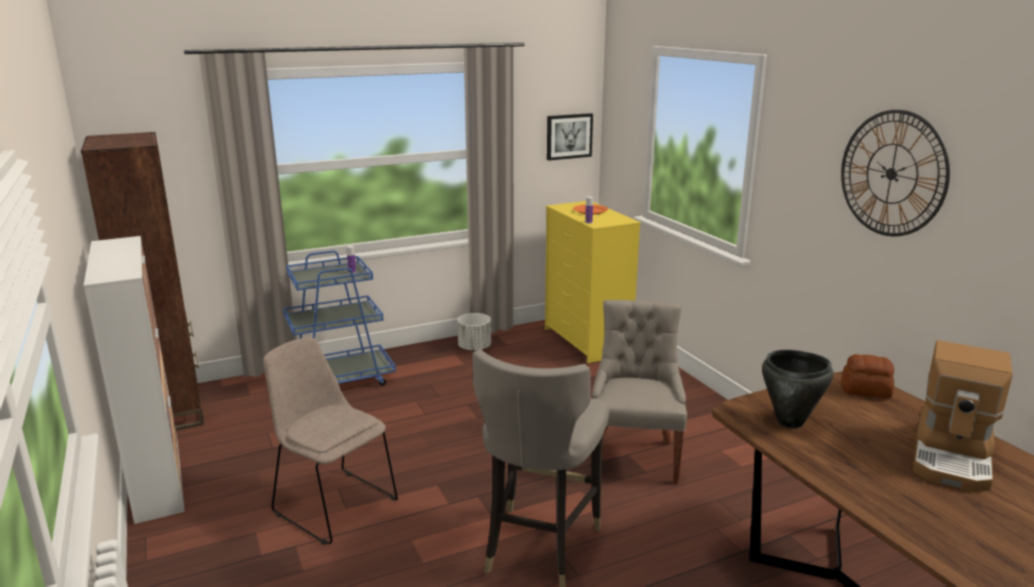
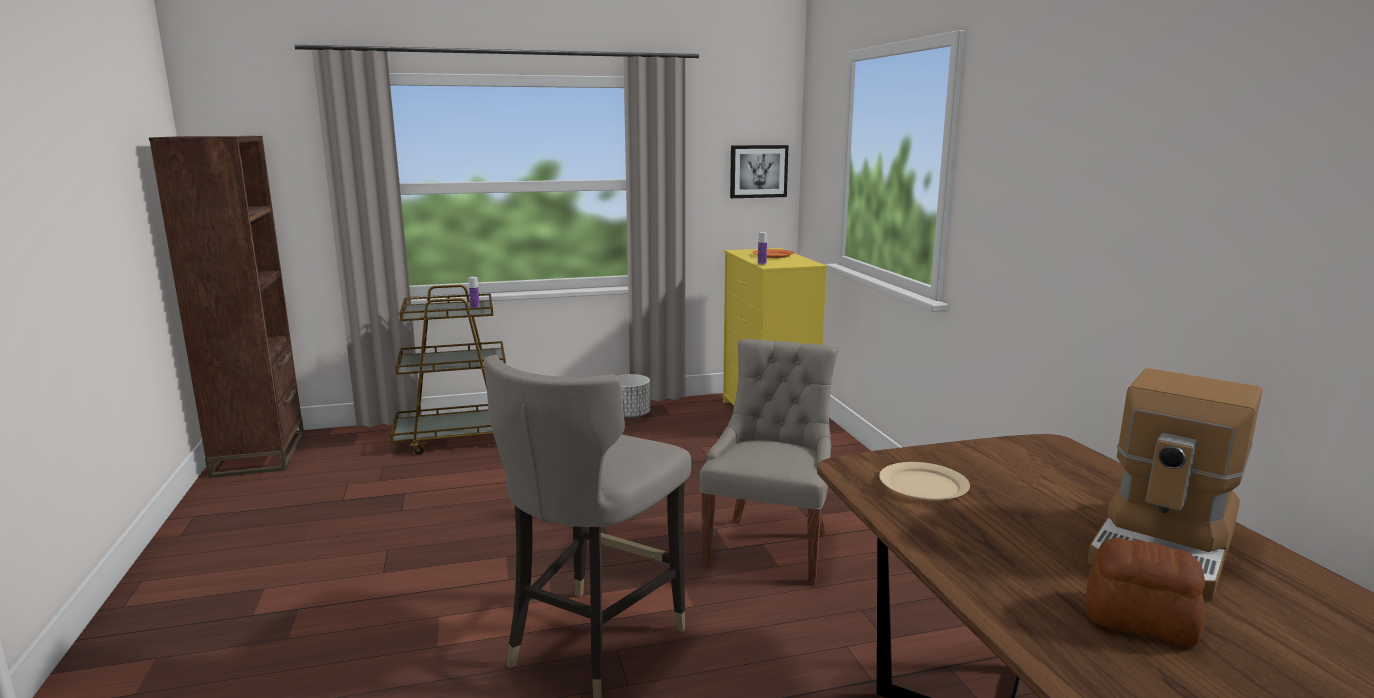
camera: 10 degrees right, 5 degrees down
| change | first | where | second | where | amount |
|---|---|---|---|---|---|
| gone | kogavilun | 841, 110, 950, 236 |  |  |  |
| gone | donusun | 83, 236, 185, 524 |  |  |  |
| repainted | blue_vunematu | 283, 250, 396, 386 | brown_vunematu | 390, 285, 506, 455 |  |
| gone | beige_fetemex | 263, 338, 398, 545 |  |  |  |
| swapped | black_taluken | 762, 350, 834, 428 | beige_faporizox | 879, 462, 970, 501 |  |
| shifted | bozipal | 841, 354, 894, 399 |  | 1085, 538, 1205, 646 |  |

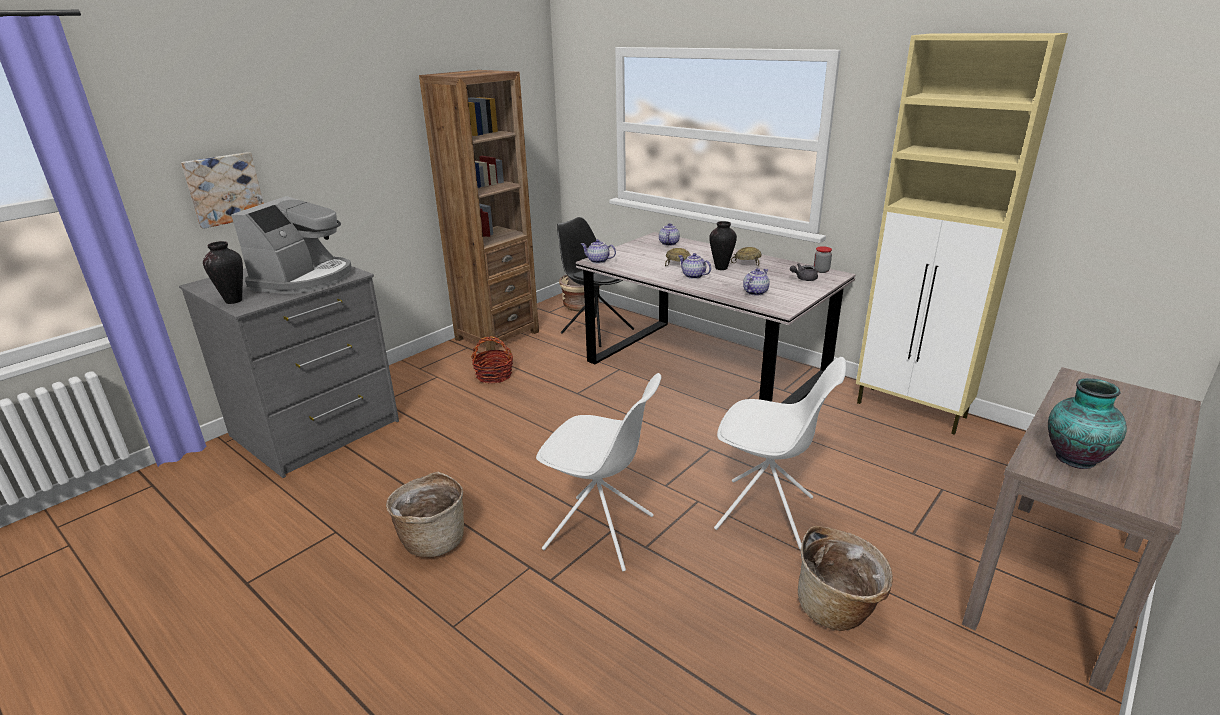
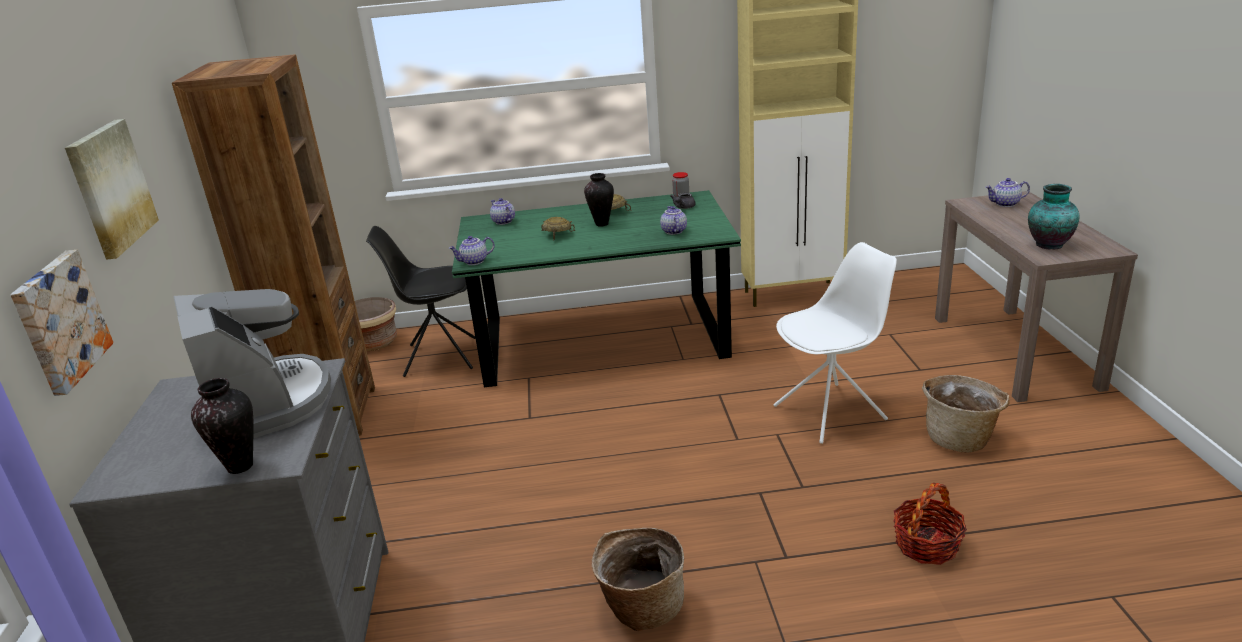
camera: 45 degrees left, 0 degrees up
| change | first | where | second | where | amount |
|---|---|---|---|---|---|
| repainted | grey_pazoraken | 576, 232, 856, 404 | green_pazoraken | 452, 190, 741, 387 |  |
| shifted | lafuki | 678, 253, 711, 279 |  | 985, 178, 1030, 207 |  |
| shifted | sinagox | 471, 336, 513, 384 |  | 893, 483, 967, 565 |  |
| gone | white_fetemex | 536, 373, 661, 571 |  |  |  |
| new |  |  | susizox | 65, 119, 159, 260 |  |

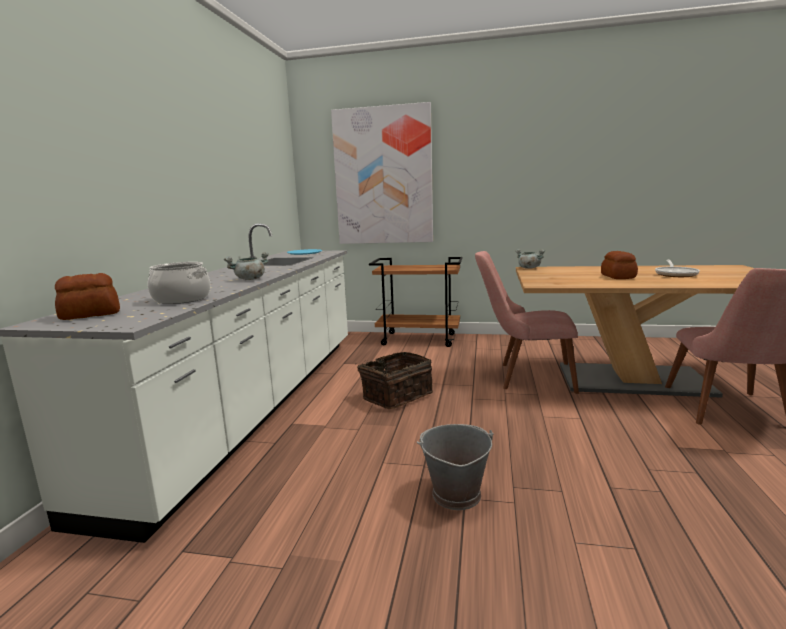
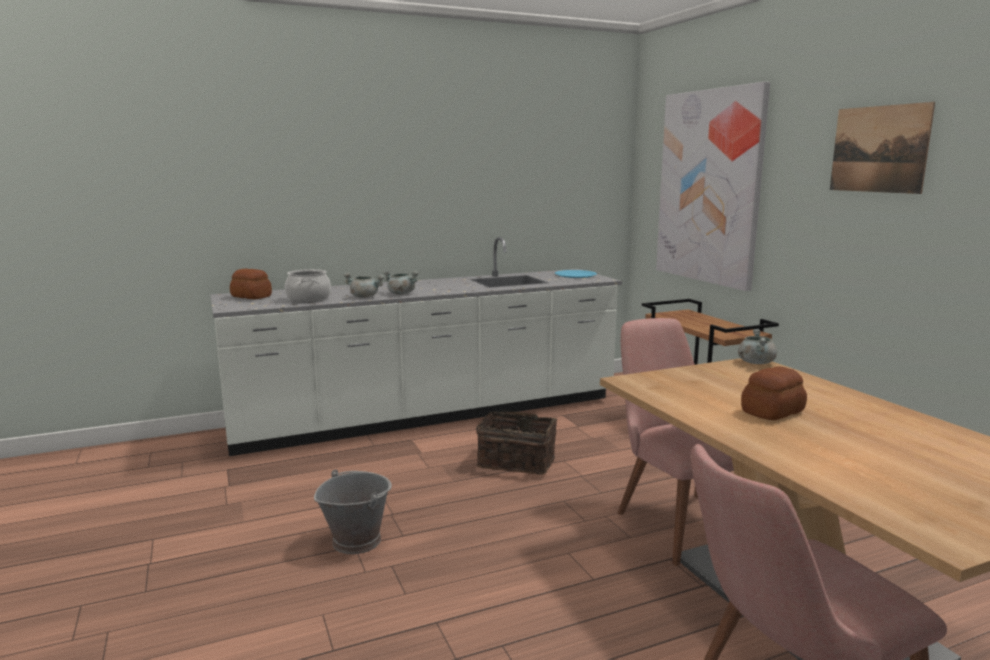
camera: 55 degrees right, 0 degrees up
| change | first | where | second | where | amount |
|---|---|---|---|---|---|
| gone | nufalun | 655, 260, 700, 277 |  |  |  |
| new |  |  | susizox | 830, 102, 935, 194 |  |
| new |  |  | grey_taluken | 343, 272, 385, 298 |  |

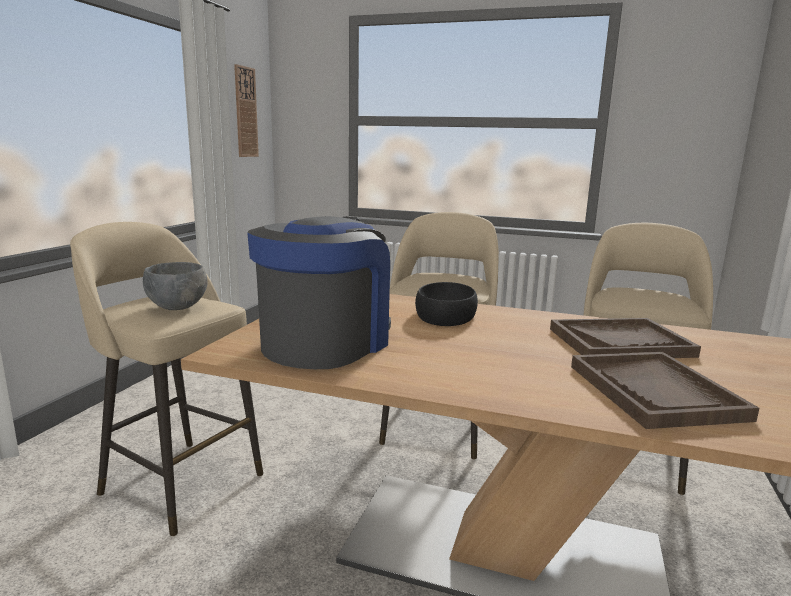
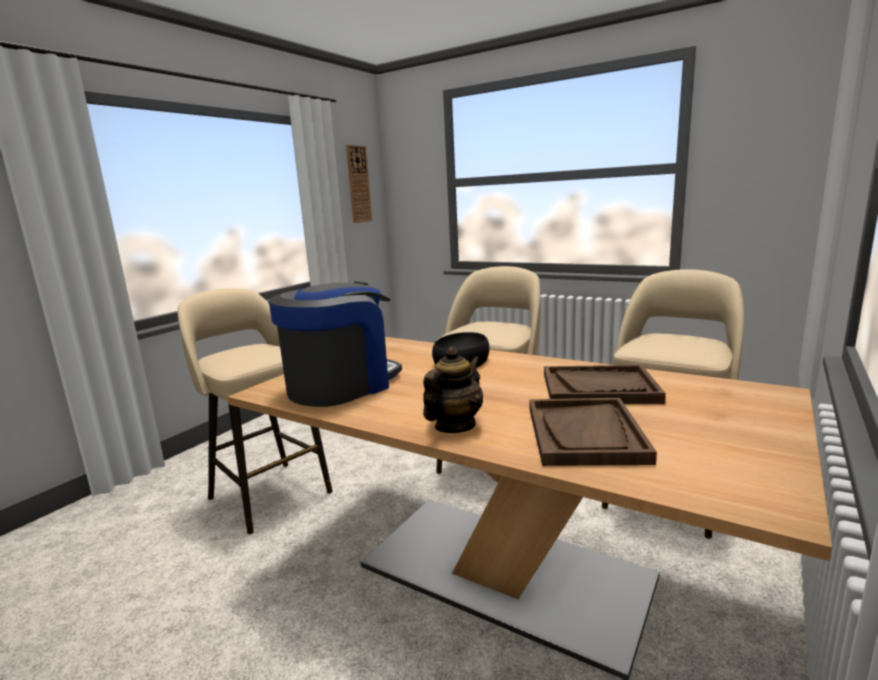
camera: 15 degrees right, 0 degrees up
| change | first | where | second | where | amount |
|---|---|---|---|---|---|
| gone | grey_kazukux | 143, 262, 208, 310 |  |  |  |
| new |  |  | lafuki | 423, 346, 483, 433 |  |

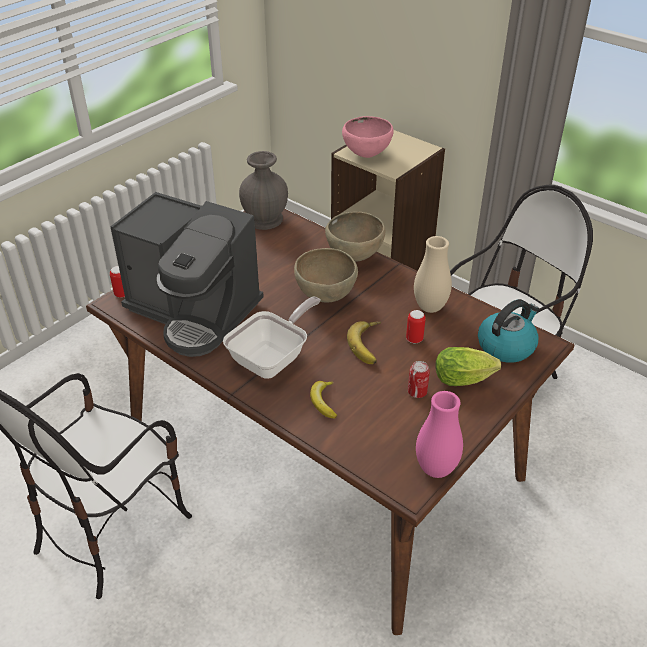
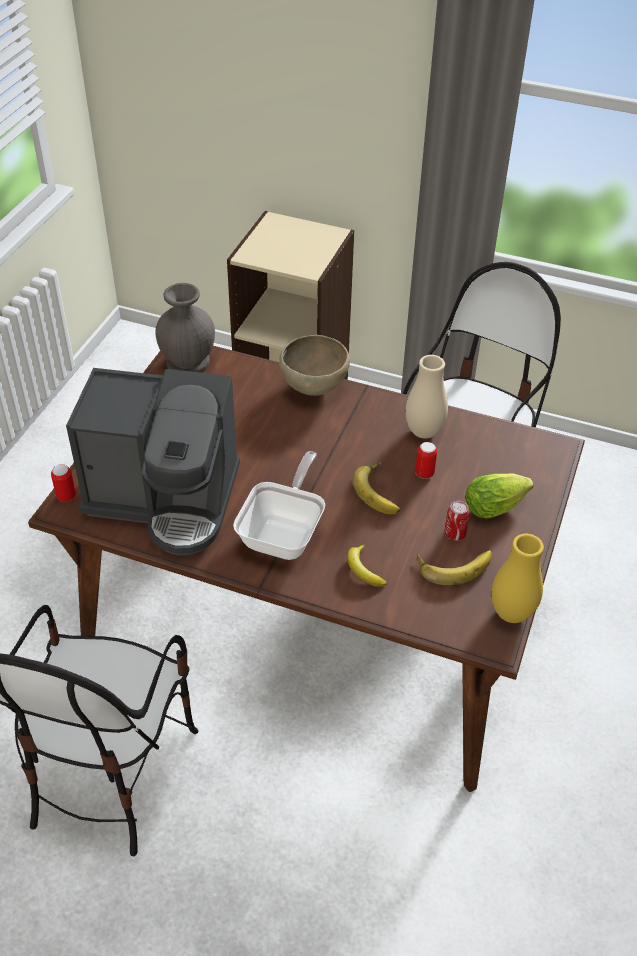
camera: 20 degrees left, 5 degrees up
| change | first | where | second | where | amount |
|---|---|---|---|---|---|
| gone | pink_kazukux | 342, 116, 394, 158 |  |  |  |
| gone | brown_kazukux | 294, 248, 358, 302 |  |  |  |
| gone | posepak | 478, 299, 539, 363 |  |  |  |
| repainted | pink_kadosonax | 416, 391, 463, 478 | yellow_kadosonax | 492, 534, 544, 623 |  |
| new |  |  | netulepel | 417, 550, 492, 585 |  |

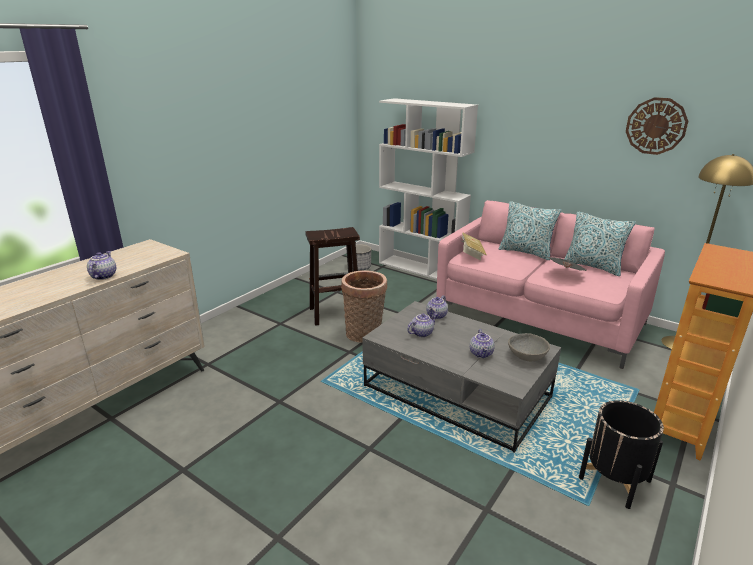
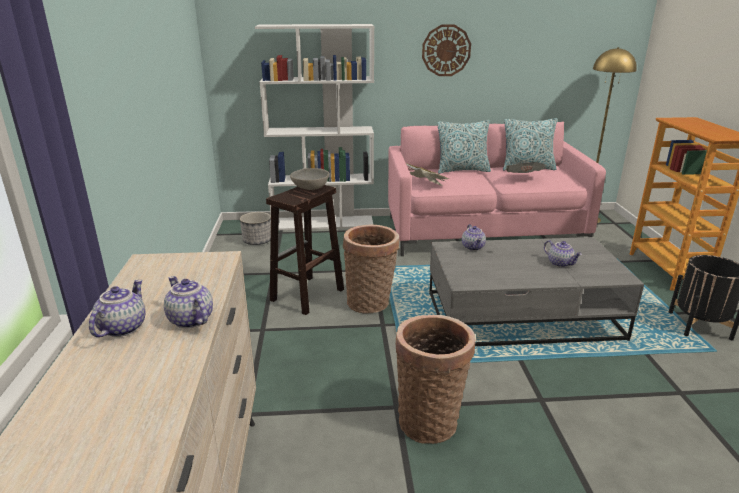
camera: 40 degrees left, 0 degrees up
| change | first | where | second | where | amount |
|---|---|---|---|---|---|
| shifted | kogavilun | 626, 97, 688, 155 |  | 422, 24, 471, 76 |  |
| shifted | lafuki | 407, 313, 437, 337 |  | 89, 280, 145, 337 |  |
| shifted | grey_kazukux | 508, 333, 550, 361 |  | 290, 168, 329, 190 |  |
| new |  |  | sinagox | 395, 315, 475, 444 |  |

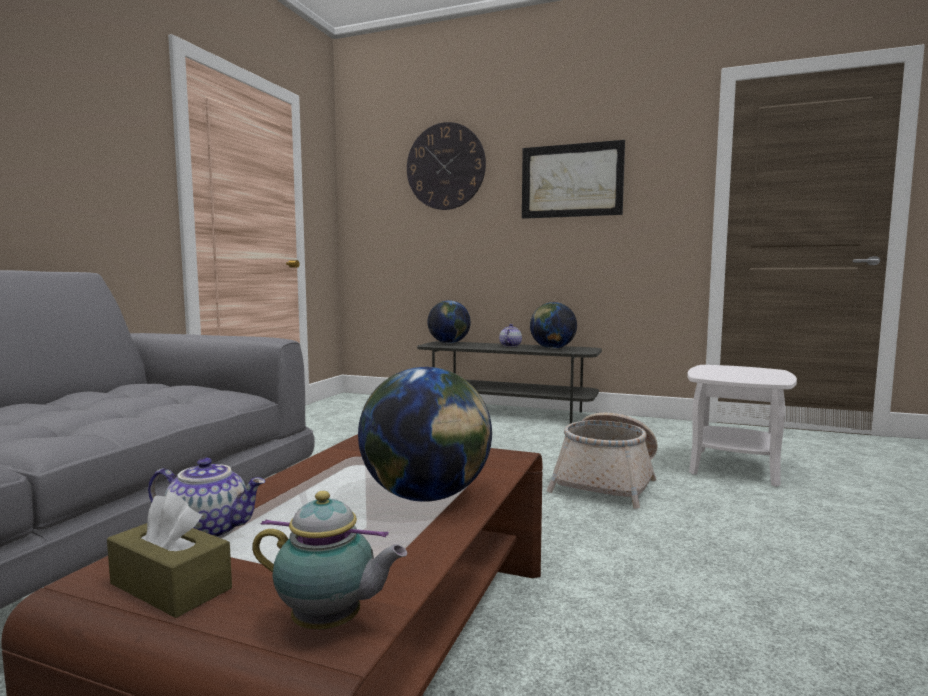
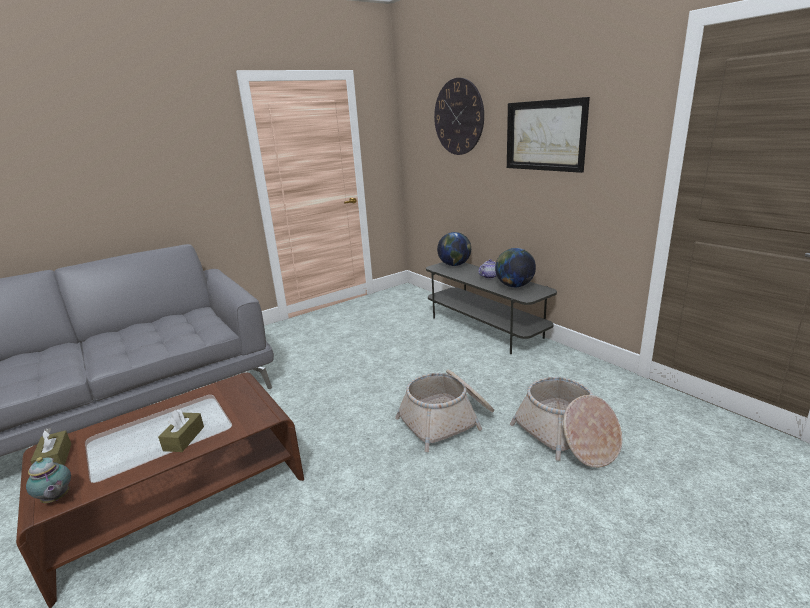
camera: 35 degrees right, 15 degrees up
| change | first | where | second | where | amount |
|---|---|---|---|---|---|
| swapped | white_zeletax | 687, 365, 797, 487 | sinagox | 510, 377, 622, 468 |  |
| swapped | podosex | 358, 367, 492, 502 | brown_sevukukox | 158, 409, 204, 452 |  |
| gone | lafuki | 148, 457, 265, 538 |  |  |  |

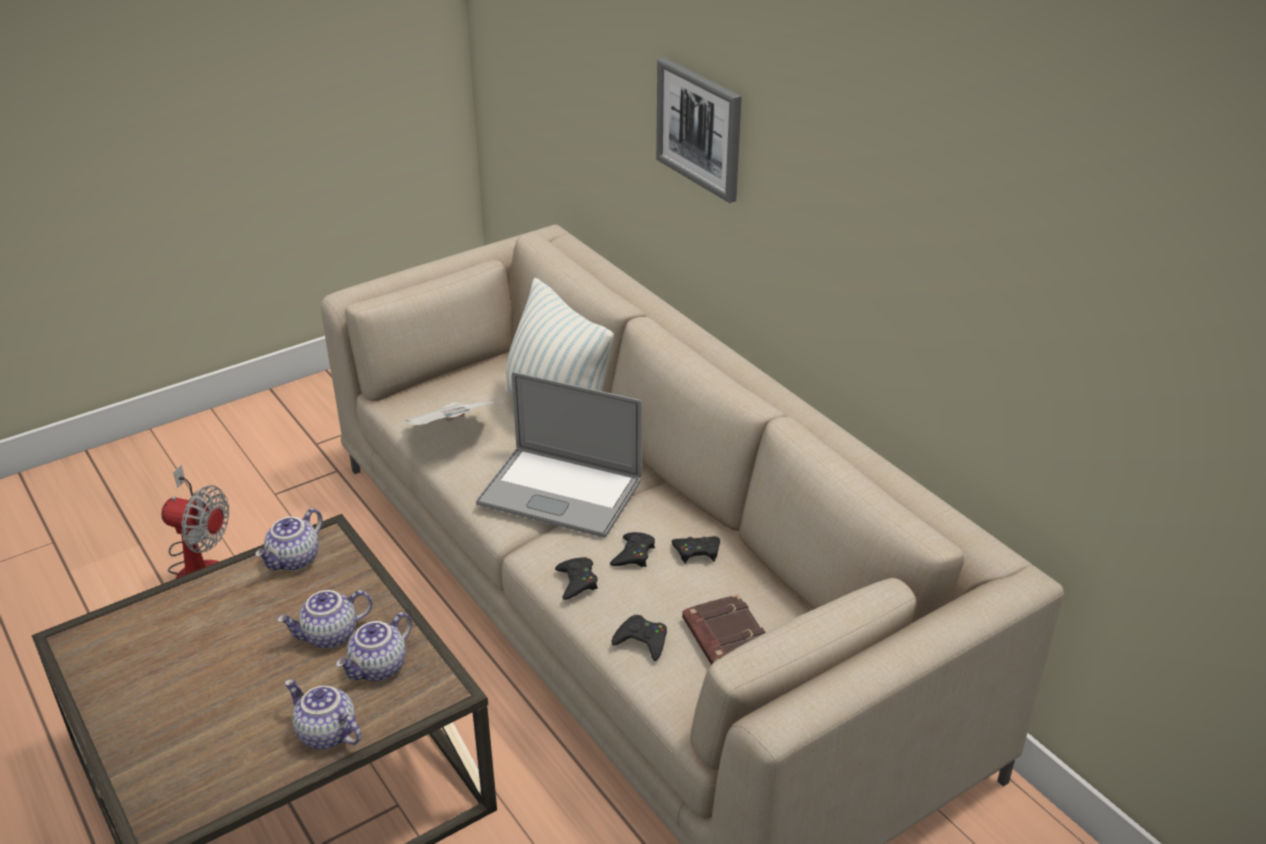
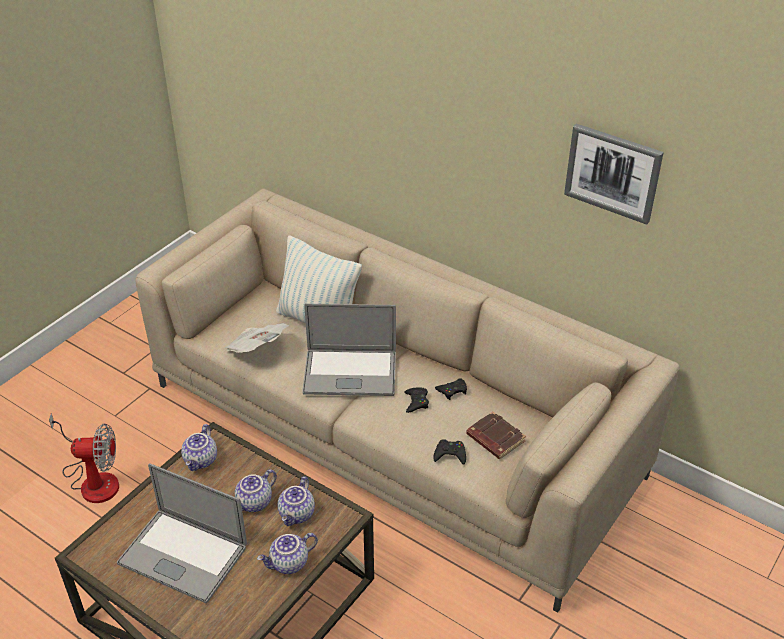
camera: 20 degrees left, 5 degrees up
| change | first | where | second | where | amount |
|---|---|---|---|---|---|
| shifted | susizox | 656, 57, 742, 203 |  | 564, 124, 664, 225 |  |
| gone | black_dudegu | 555, 557, 598, 600 |  |  |  |
| rotated | lafuki | 285, 679, 361, 749 |  | 257, 533, 318, 574 | 45 degrees counterclockwise |
| new |  |  | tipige | 117, 463, 247, 603 |  |

